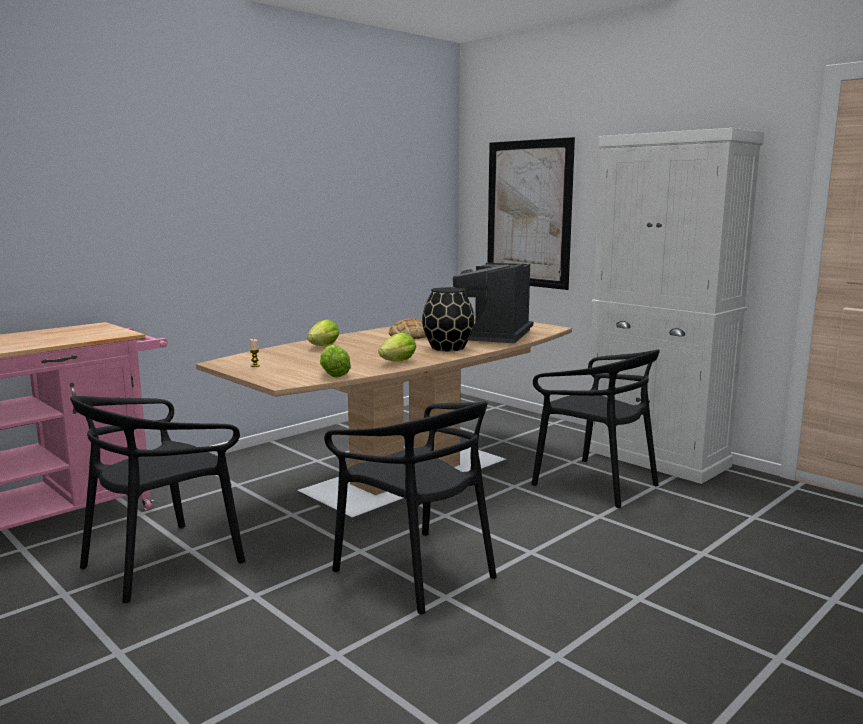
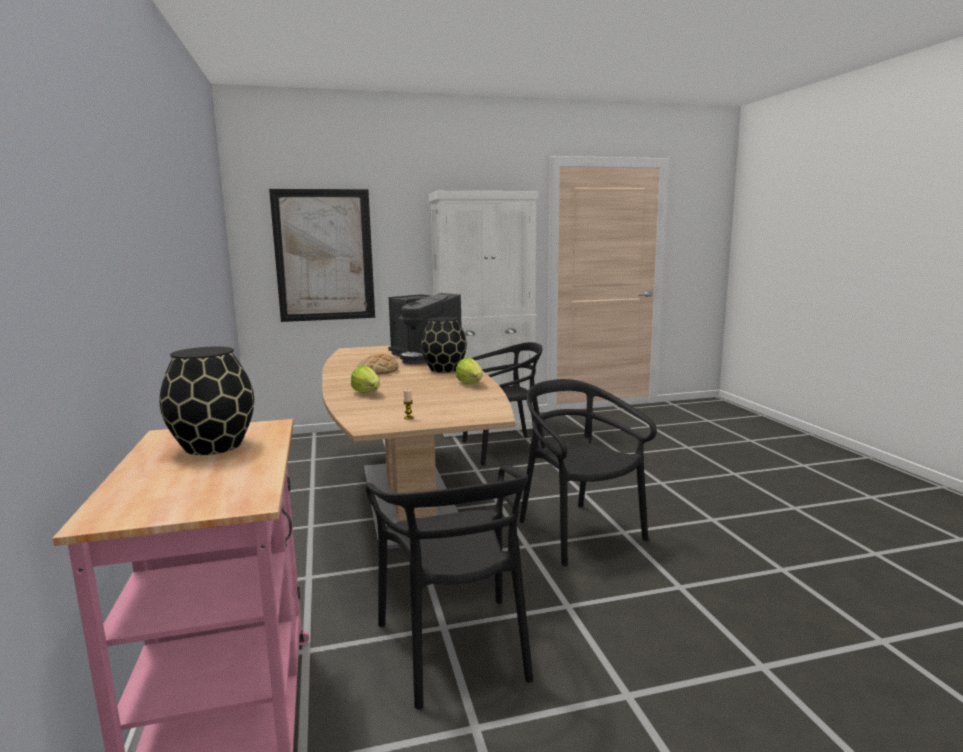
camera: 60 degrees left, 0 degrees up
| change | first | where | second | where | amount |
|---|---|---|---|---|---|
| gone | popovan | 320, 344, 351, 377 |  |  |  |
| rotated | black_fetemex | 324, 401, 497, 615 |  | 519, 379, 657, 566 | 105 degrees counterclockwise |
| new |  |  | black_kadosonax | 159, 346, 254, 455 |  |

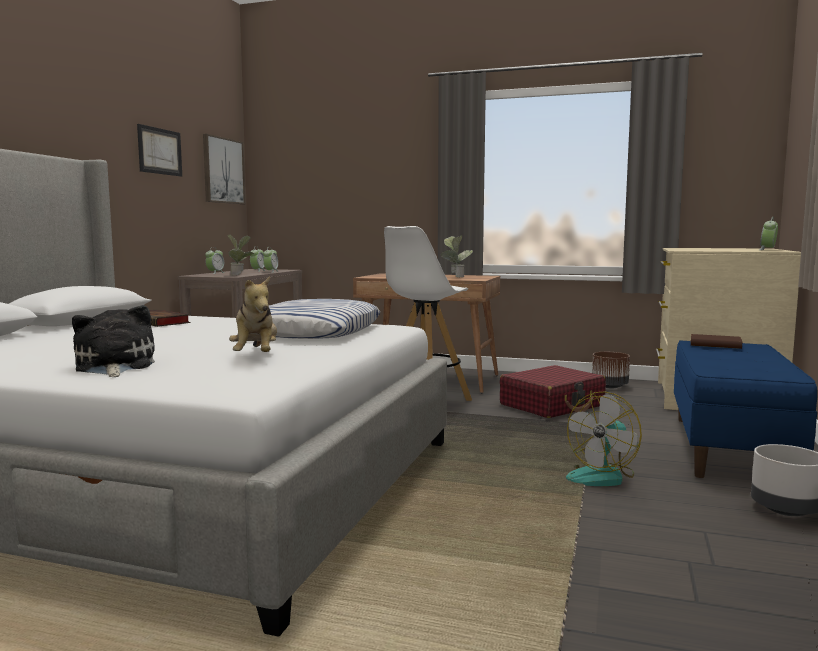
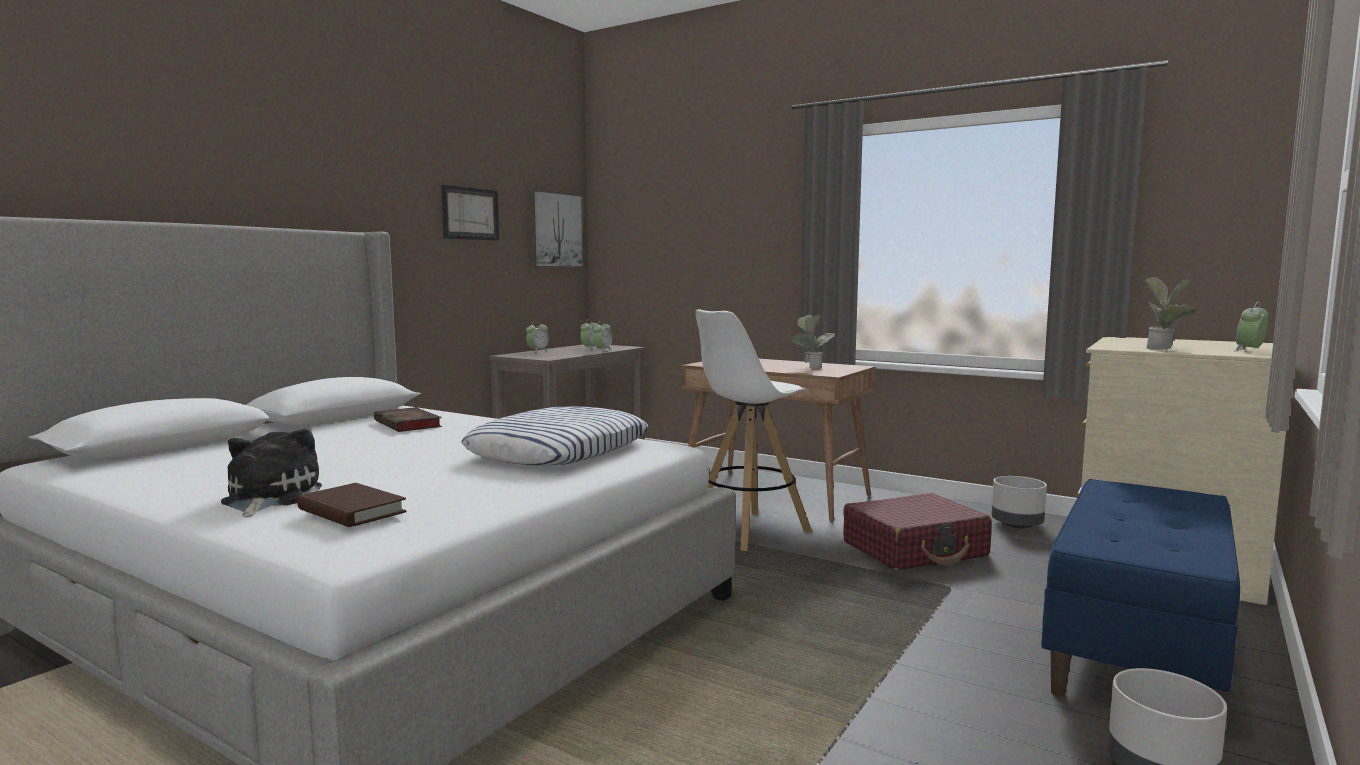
camera: 15 degrees right, 0 degrees up
| change | first | where | second | where | amount |
|---|---|---|---|---|---|
| shifted | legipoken | 227, 234, 254, 275 |  | 1146, 277, 1198, 350 |  |
| gone | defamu | 229, 276, 277, 352 |  |  |  |
| shifted | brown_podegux | 691, 334, 742, 349 |  | 297, 483, 407, 527 |  |
| repainted | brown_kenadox | 592, 352, 630, 388 | grey_kenadox | 992, 476, 1047, 529 |  |
| gone | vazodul | 566, 392, 642, 486 |  |  |  |

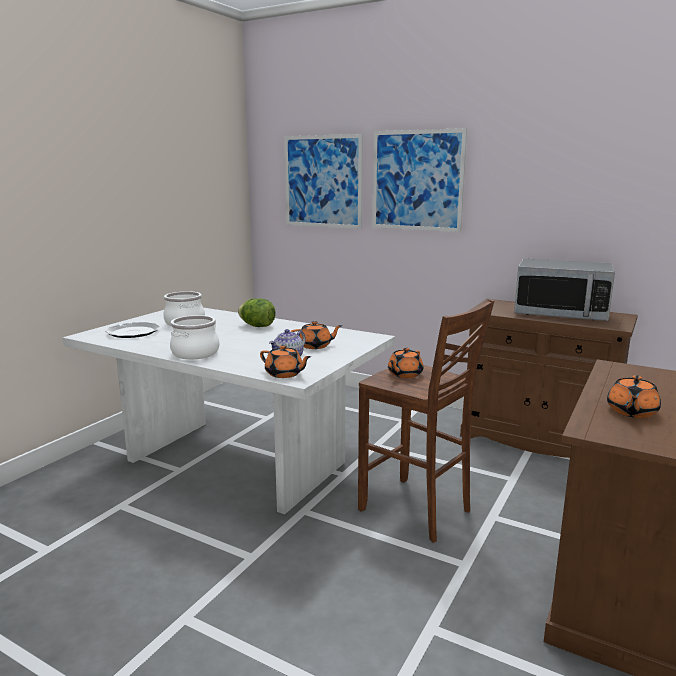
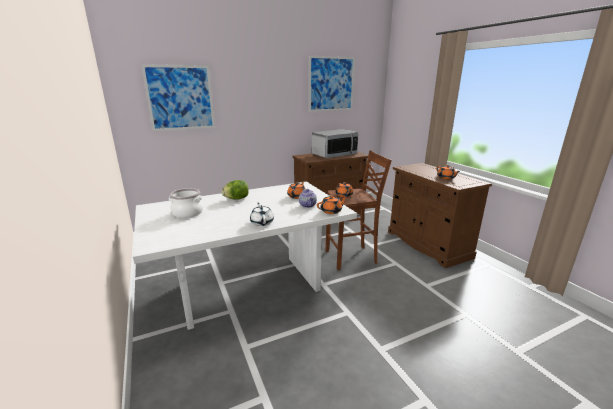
camera: 55 degrees left, 5 degrees up
| change | first | where | second | where | amount |
|---|---|---|---|---|---|
| shifted | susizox | 372, 128, 467, 232 |  | 309, 56, 355, 112 |  |
| swapped | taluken | 170, 315, 219, 359 | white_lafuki | 250, 203, 274, 226 |  |
| gone | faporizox | 105, 322, 160, 338 |  |  |  |

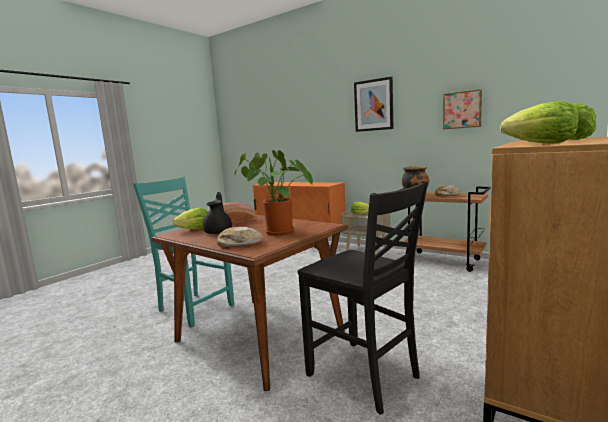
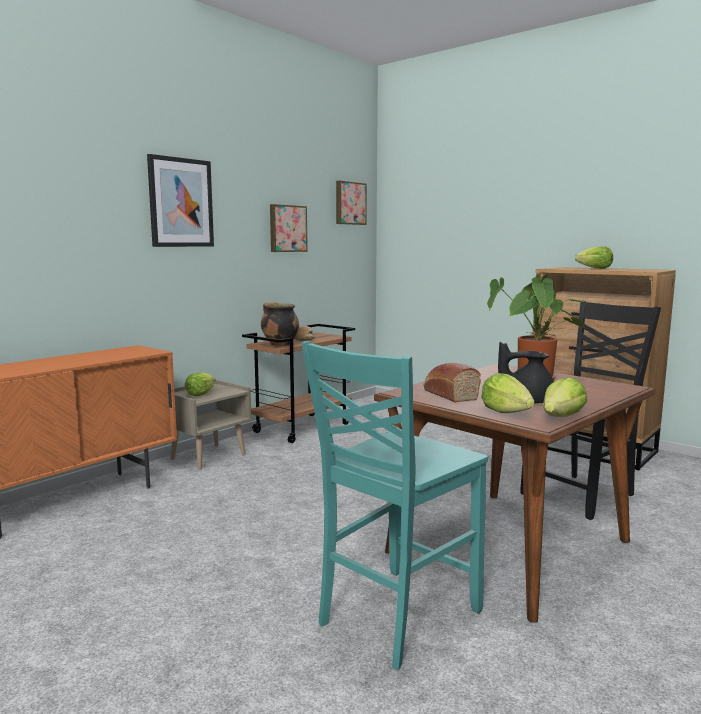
camera: 85 degrees left, 0 degrees up
| change | first | where | second | where | amount |
|---|---|---|---|---|---|
| shifted | popovan | 500, 101, 579, 144 |  | 543, 377, 587, 417 |  |
| gone | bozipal | 217, 227, 263, 247 |  |  |  |
| new |  |  | susizox | 336, 181, 367, 225 |  |

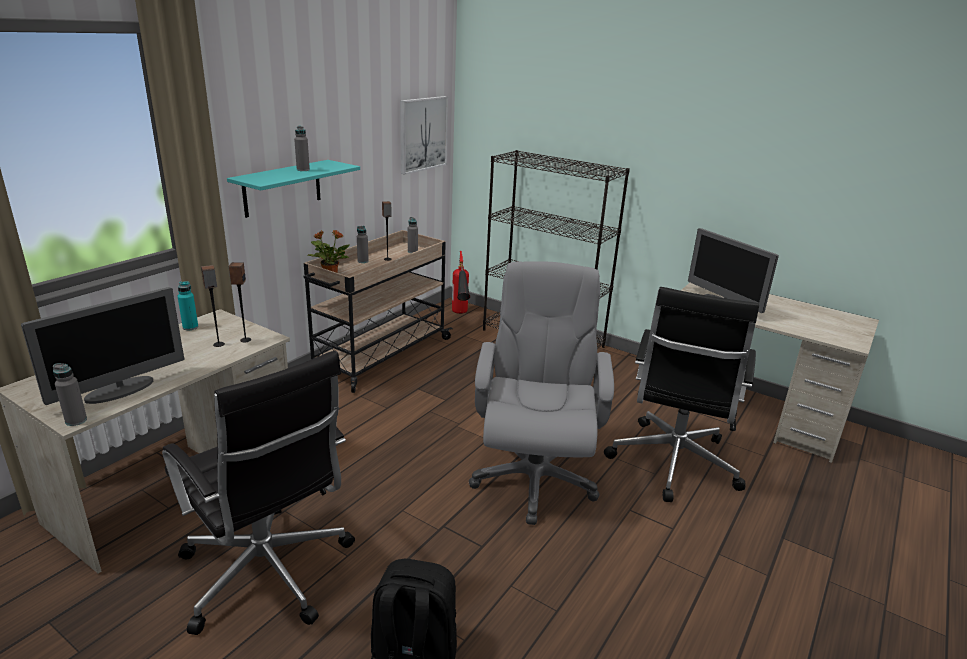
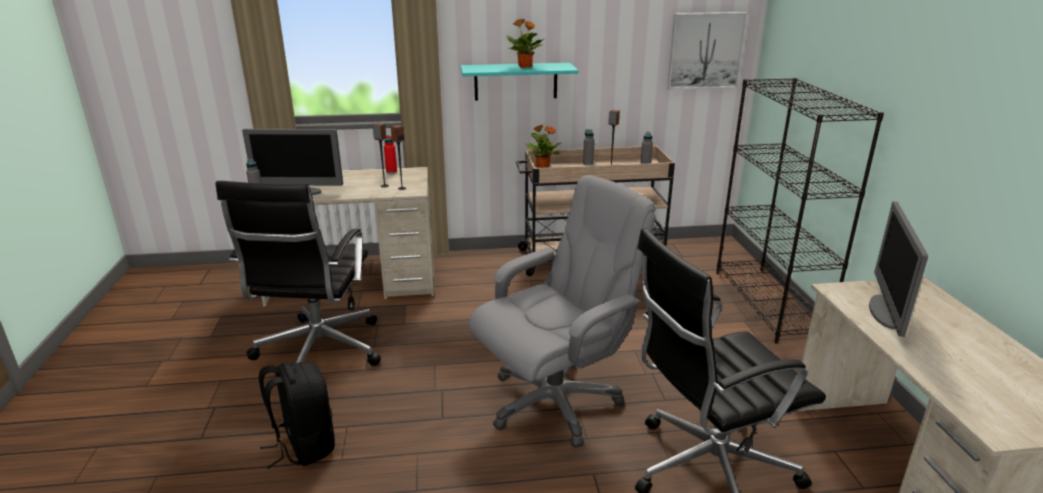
camera: 50 degrees right, 0 degrees up
| change | first | where | second | where | amount |
|---|---|---|---|---|---|
| swapped | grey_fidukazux | 294, 126, 310, 171 | legipoken | 506, 19, 546, 68 |  |
| gone | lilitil | 452, 251, 470, 314 |  |  |  |
| repainted | turquoise_fidukazux | 177, 281, 198, 330 | red_fidukazux | 384, 135, 397, 174 |  |

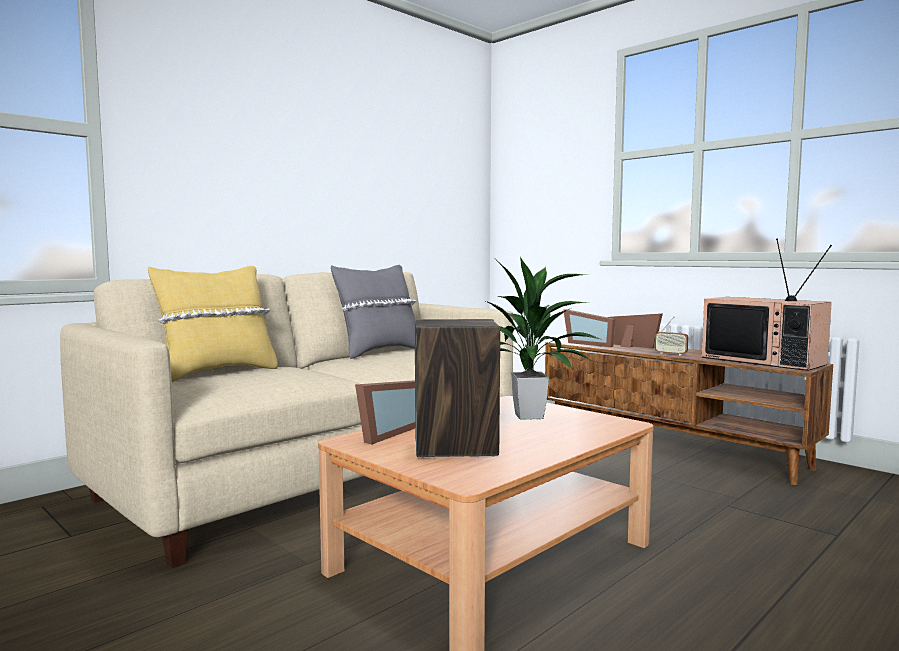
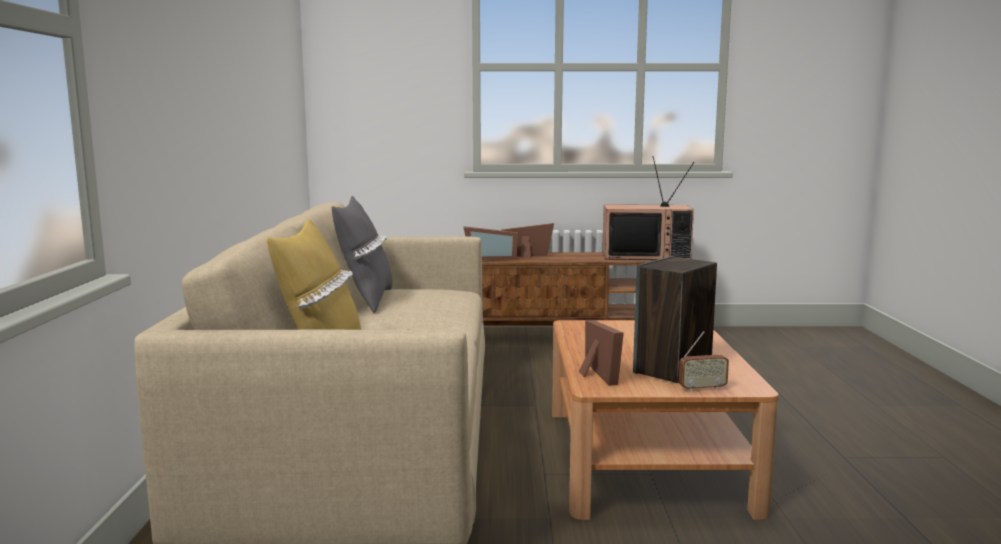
camera: 45 degrees left, 5 degrees up
| change | first | where | second | where | amount |
|---|---|---|---|---|---|
| gone | legipoken | 480, 257, 603, 420 |  |  |  |
| shifted | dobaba | 655, 317, 688, 356 |  | 679, 331, 729, 392 |  |

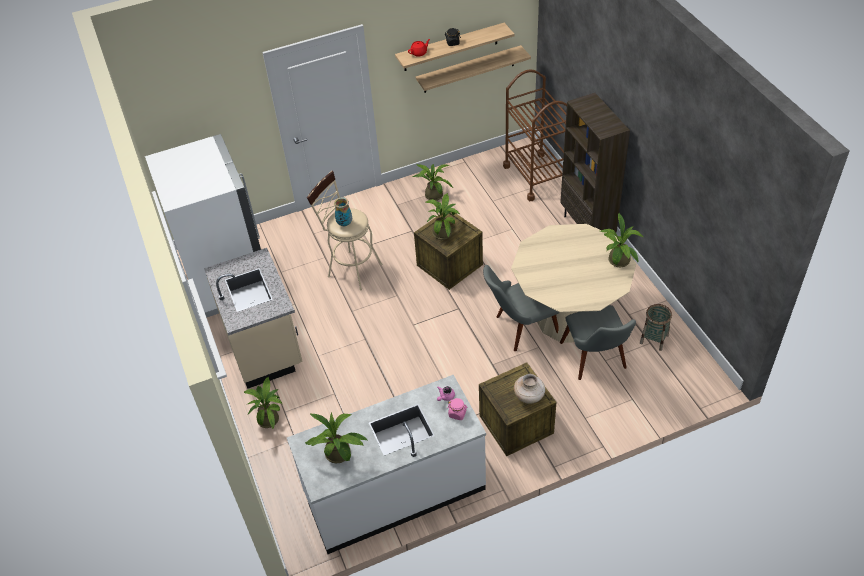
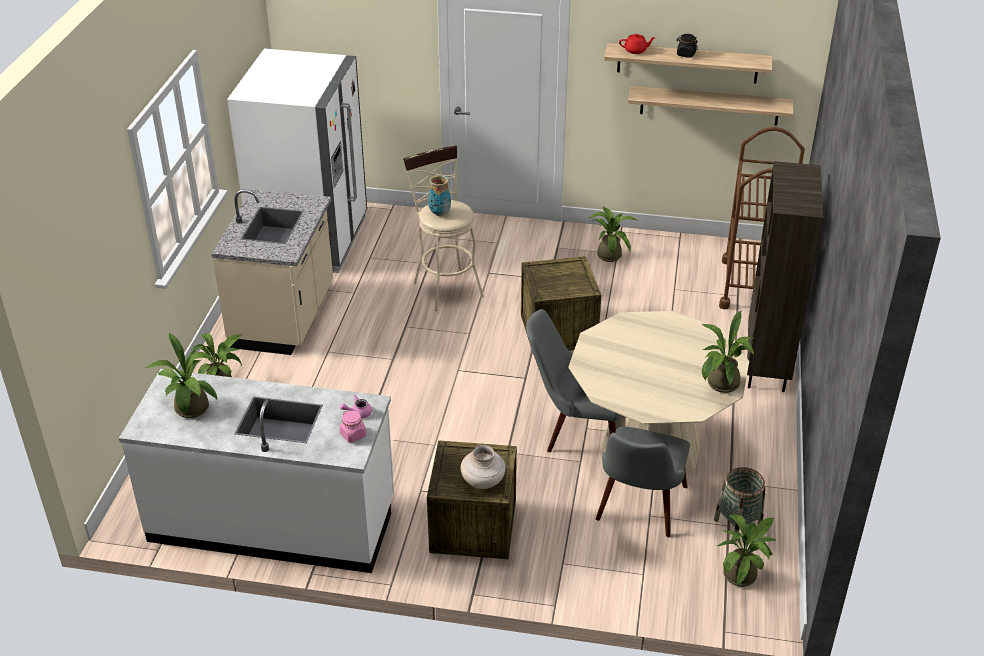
camera: 30 degrees right, 10 degrees down
| change | first | where | second | where | amount |
|---|---|---|---|---|---|
| shifted | legipoken | 425, 193, 460, 240 |  | 717, 514, 777, 587 |  |

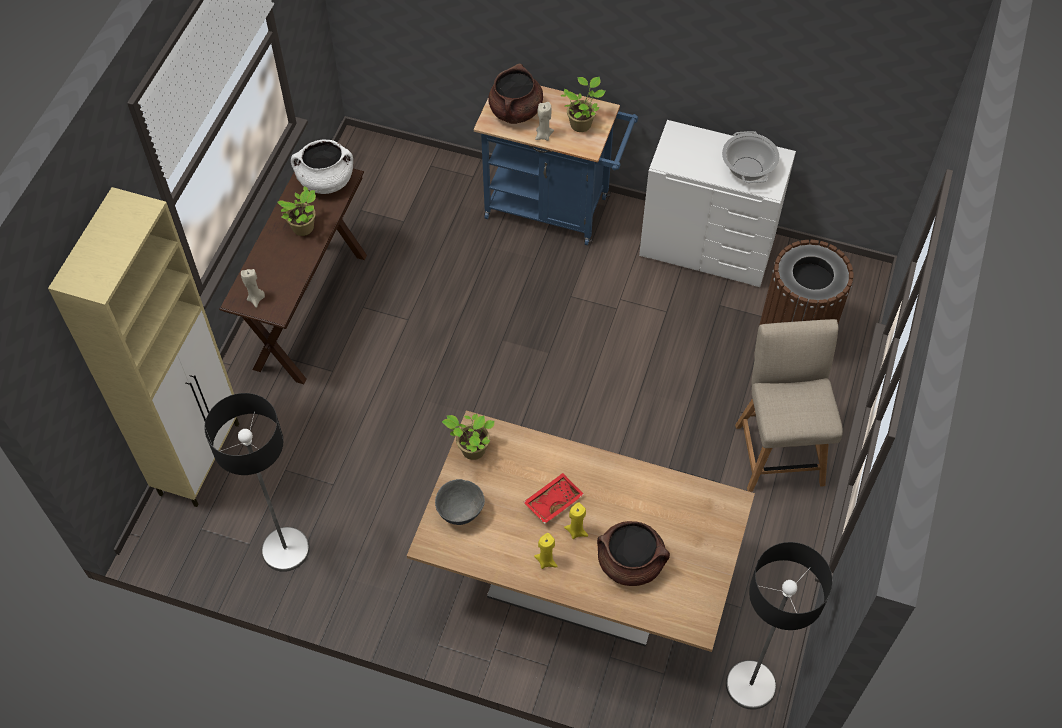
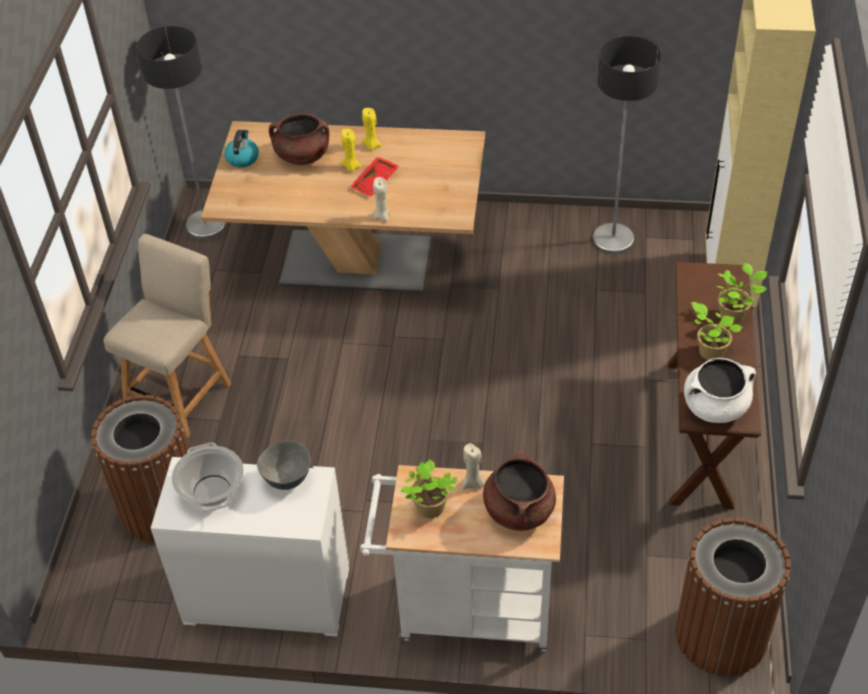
camera: 170 degrees right, 10 degrees down
| change | first | where | second | where | amount |
|---|---|---|---|---|---|
| repainted | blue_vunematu | 473, 86, 638, 245 | white_vunematu | 360, 465, 564, 652 |  |
| shifted | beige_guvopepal | 241, 269, 265, 308 |  | 373, 177, 390, 222 |  |
| rotated | beige_fetemex | 735, 319, 843, 492 |  | 103, 234, 231, 437 | 135 degrees counterclockwise |
| shifted | legipoken | 442, 414, 495, 460 |  | 716, 263, 767, 324 |  |
| shifted | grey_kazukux | 435, 479, 485, 525 |  | 257, 441, 311, 490 |  |
| new |  |  | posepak | 224, 130, 259, 167 |  |
| new |  |  | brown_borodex | 675, 518, 791, 676 |  |

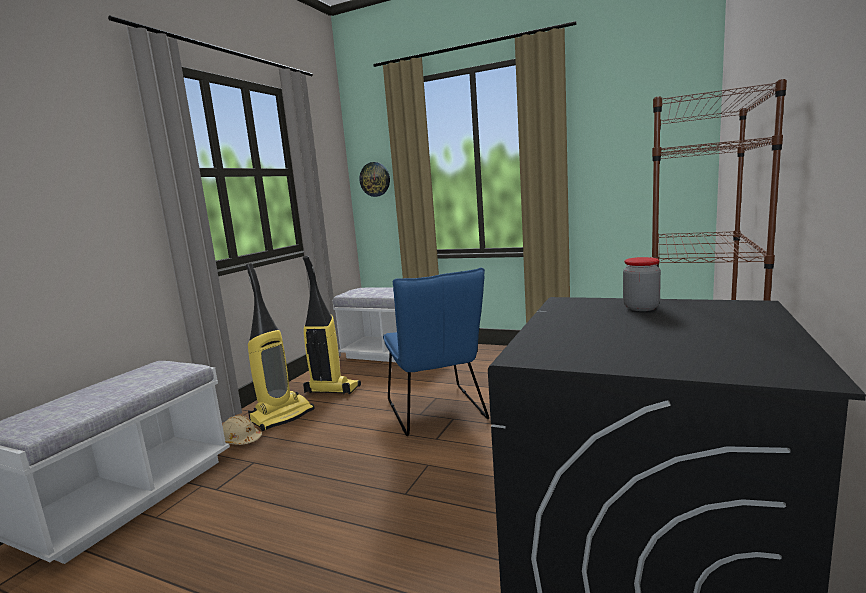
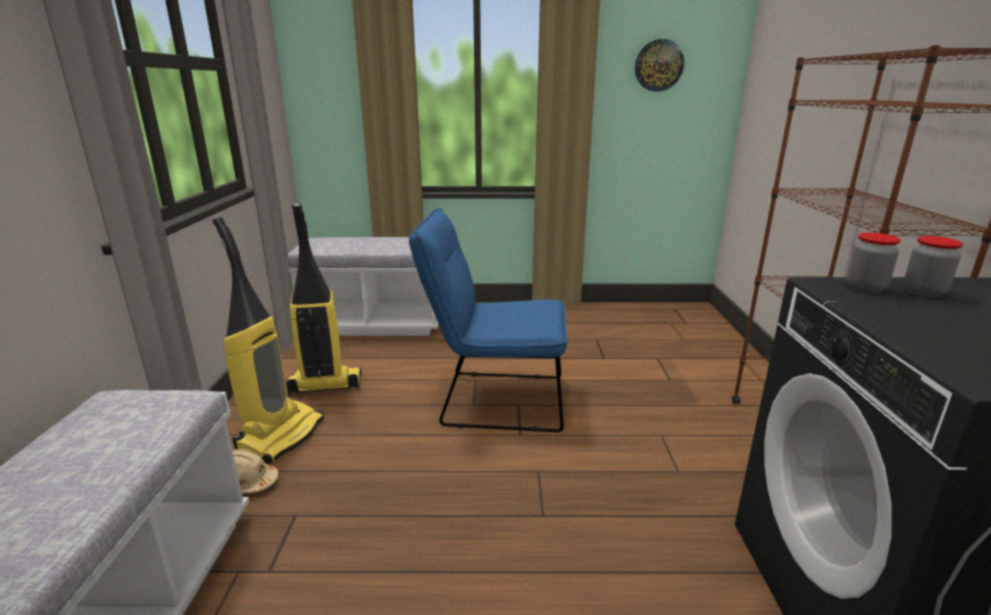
camera: 25 degrees left, 10 degrees up
| change | first | where | second | where | amount |
|---|---|---|---|---|---|
| shifted | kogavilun | 359, 162, 390, 197 |  | 635, 39, 684, 91 |  |
| rotated | blue_fetemex | 383, 268, 489, 436 |  | 409, 208, 568, 432 | 135 degrees clockwise |
| new |  |  | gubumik | 846, 233, 901, 293 |  |

